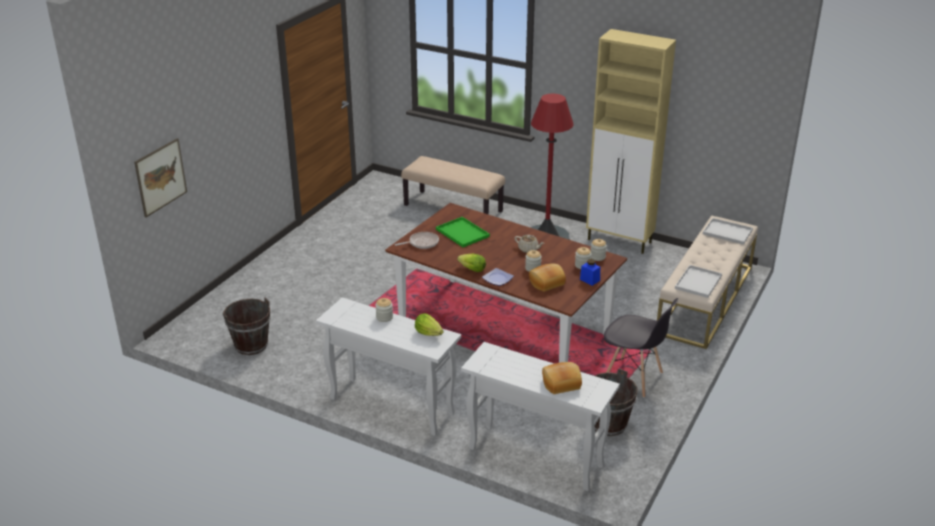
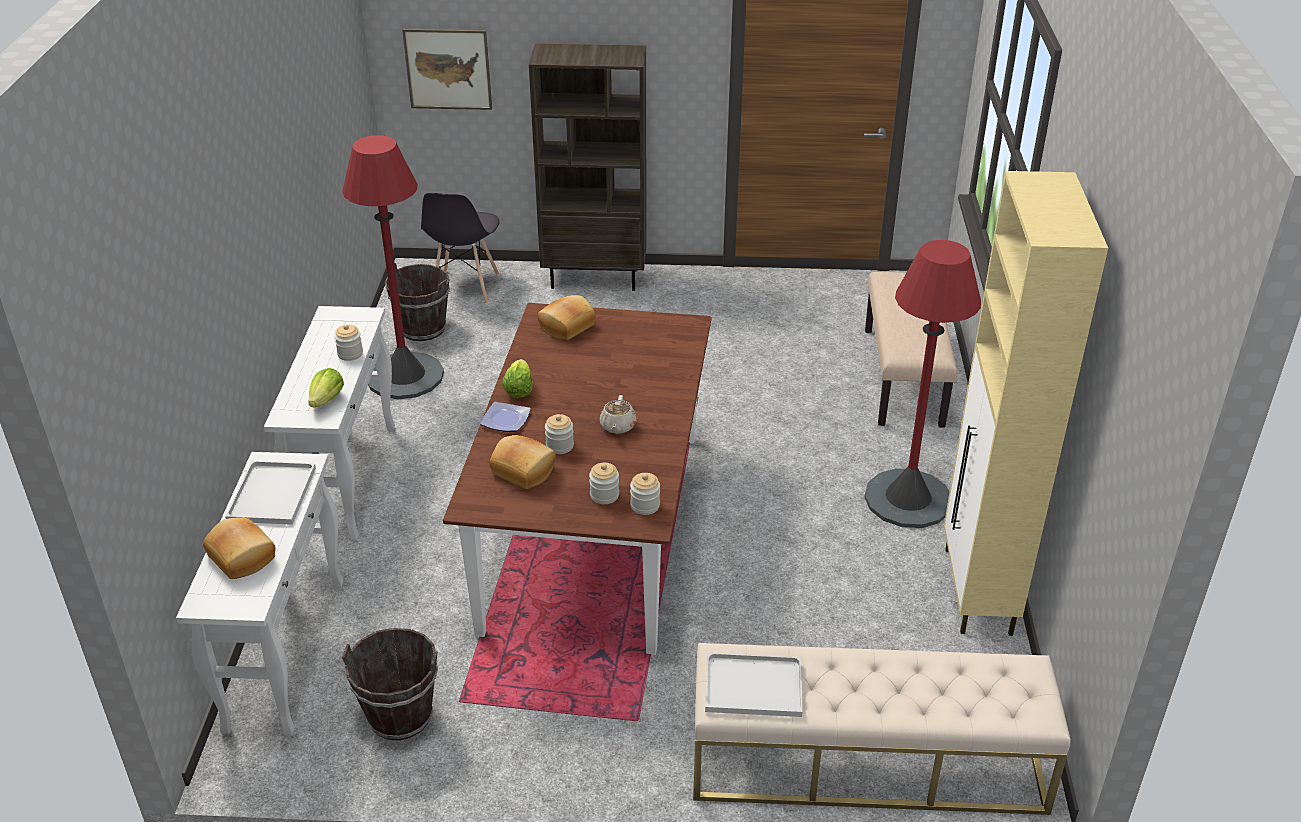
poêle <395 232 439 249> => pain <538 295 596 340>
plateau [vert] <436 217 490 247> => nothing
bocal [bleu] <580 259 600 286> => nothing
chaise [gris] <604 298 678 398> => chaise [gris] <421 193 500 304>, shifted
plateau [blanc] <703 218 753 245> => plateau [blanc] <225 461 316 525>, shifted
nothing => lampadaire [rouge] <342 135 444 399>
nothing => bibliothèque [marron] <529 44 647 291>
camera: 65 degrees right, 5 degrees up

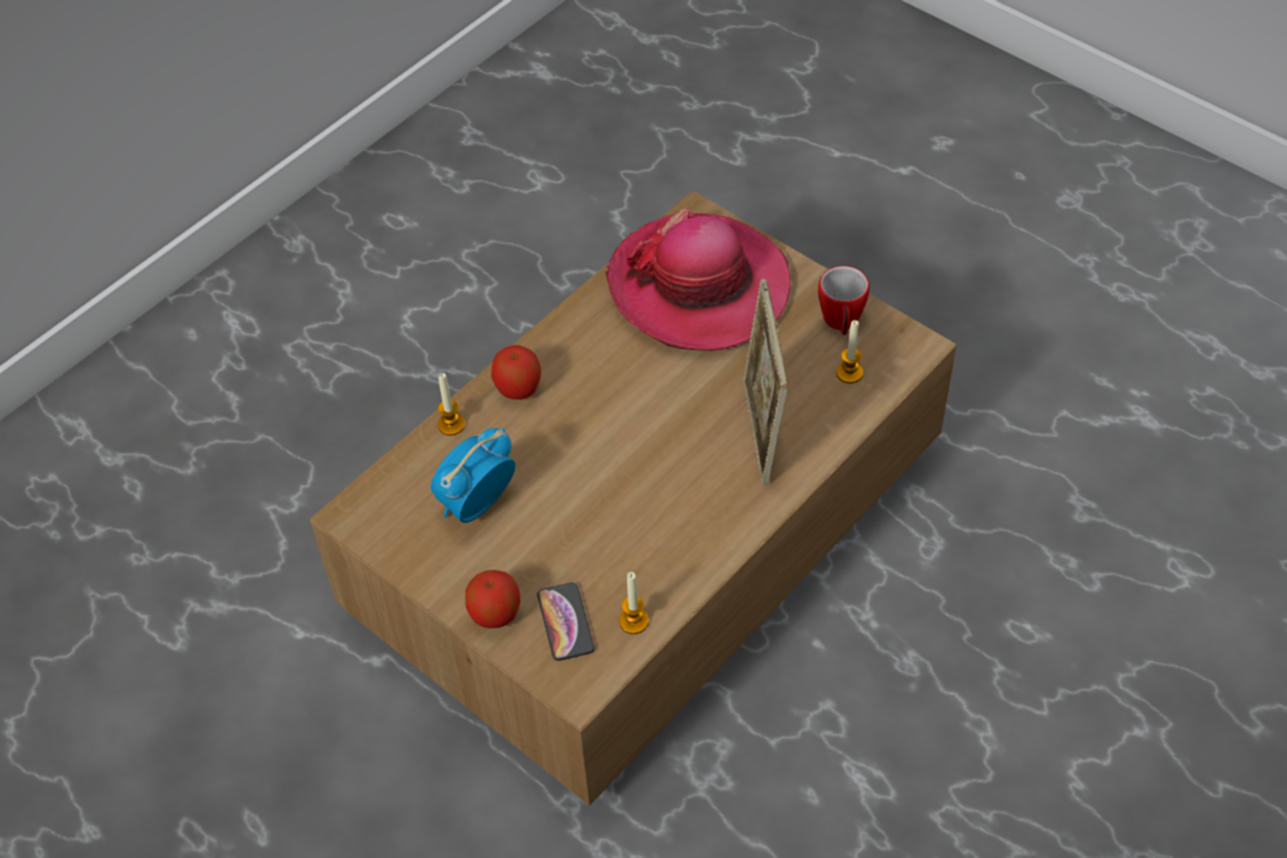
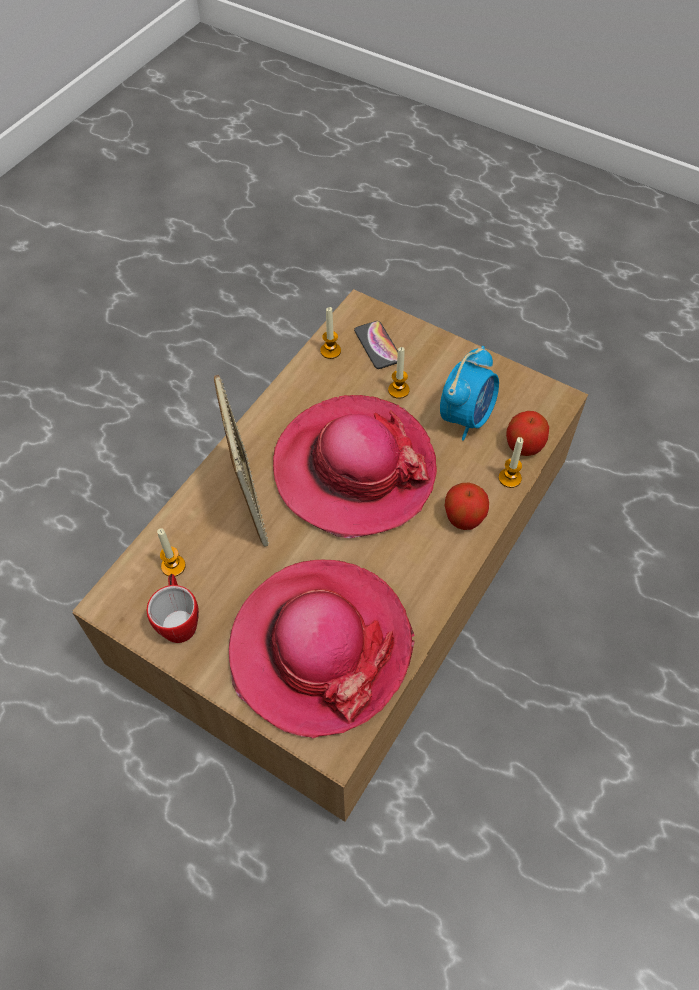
pomme <465 570 521 628> => pomme <506 411 549 456>, shifted
nothing => chapeau <273 395 437 538>
nothing => bougie <388 347 410 399>
camera: 170 degrees right, 5 degrees up

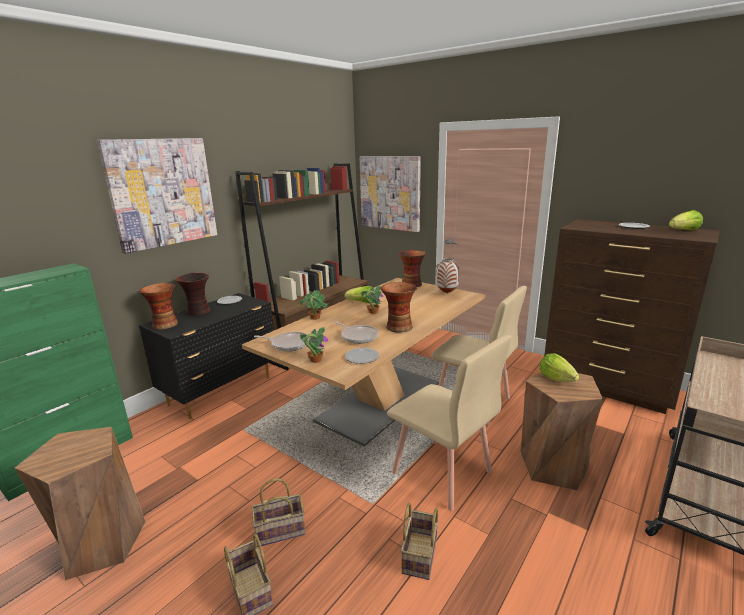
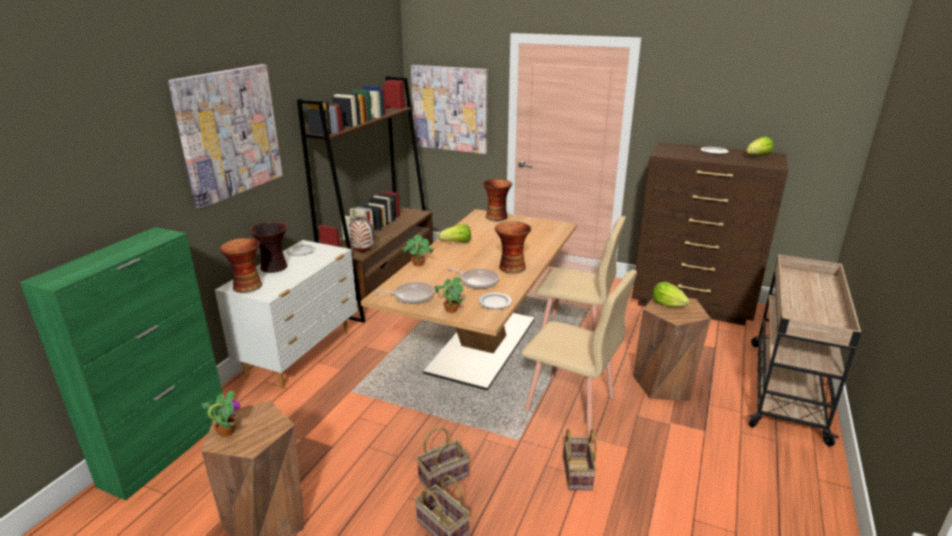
commode [noir] <139 293 274 419> => commode [blanc] <215 240 357 389>
plante en pot <361 286 383 314> => plante en pot <202 391 240 437>, shifted
vase <436 258 459 293> => vase <349 216 374 253>, shifted
camera: 15 degrees left, 5 degrees up

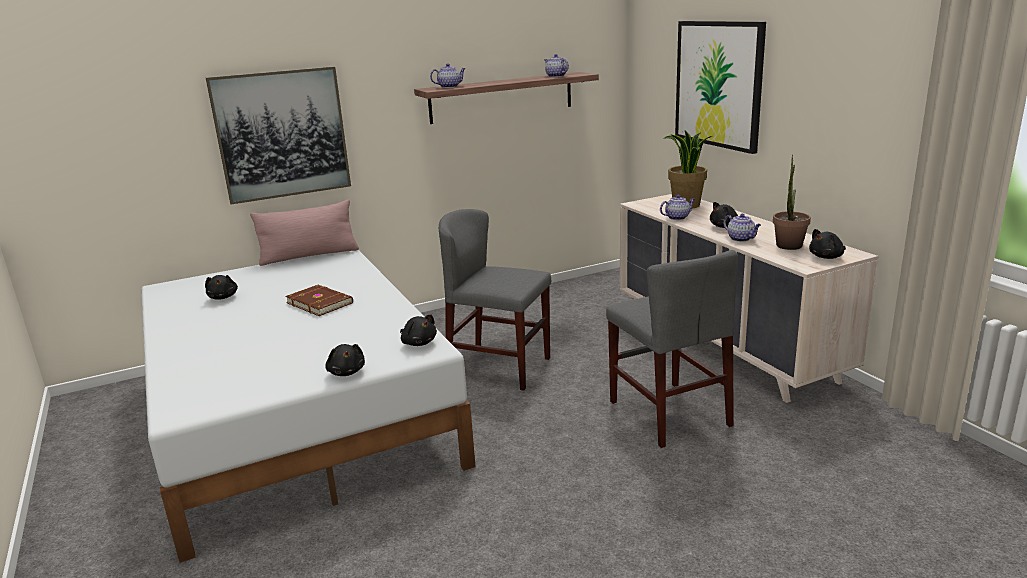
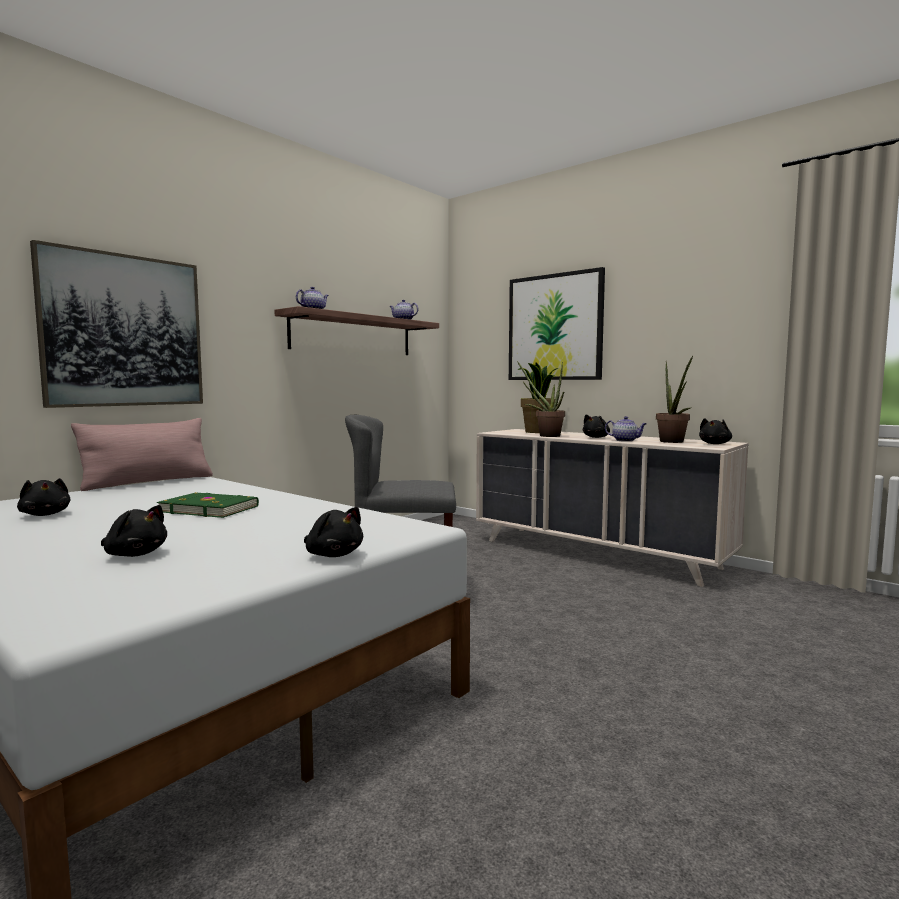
livre [marron] <285 285 353 316> => livre [vert] <157 492 259 518>
peluche [noir] <400 314 437 346> => peluche [noir] <101 505 167 557>, shifted
chaise [gris] <606 250 738 448> => nothing
théière <660 195 695 220> => plante en pot <517 361 565 437>
camera: 25 degrees left, 15 degrees down

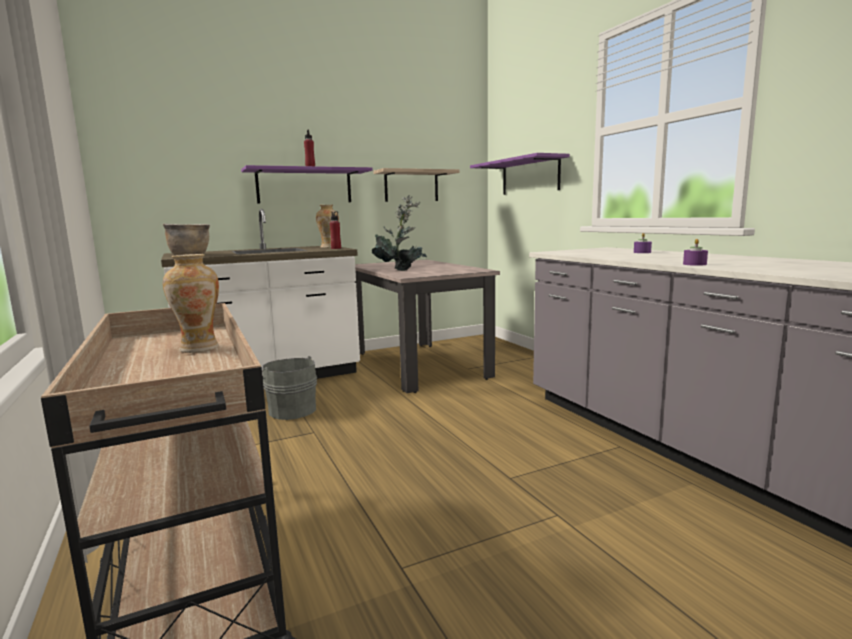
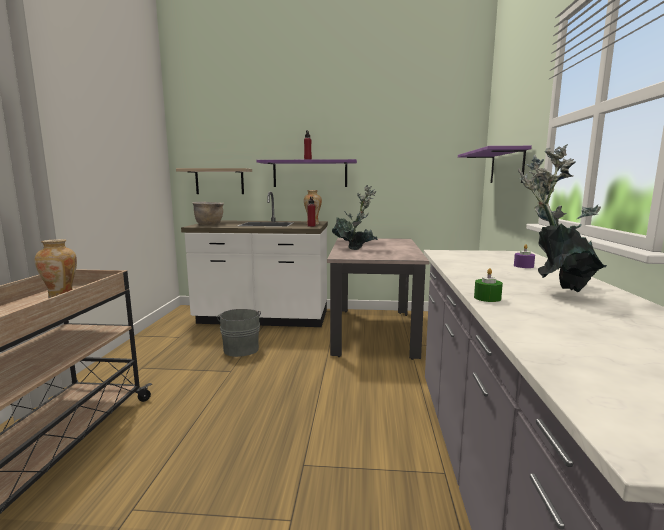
étagère <374 168 459 202> => étagère <176 168 252 194>, shifted
bougie [violet] <683 239 708 266> => bougie [vert] <474 268 503 302>
nothing => plante en pot <518 144 607 292>
camera: 30 degrees right, 0 degrees up

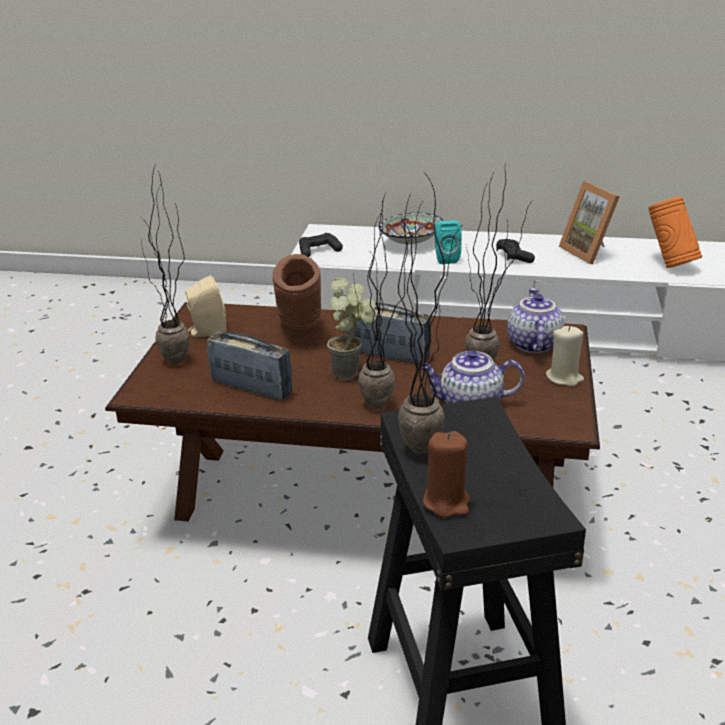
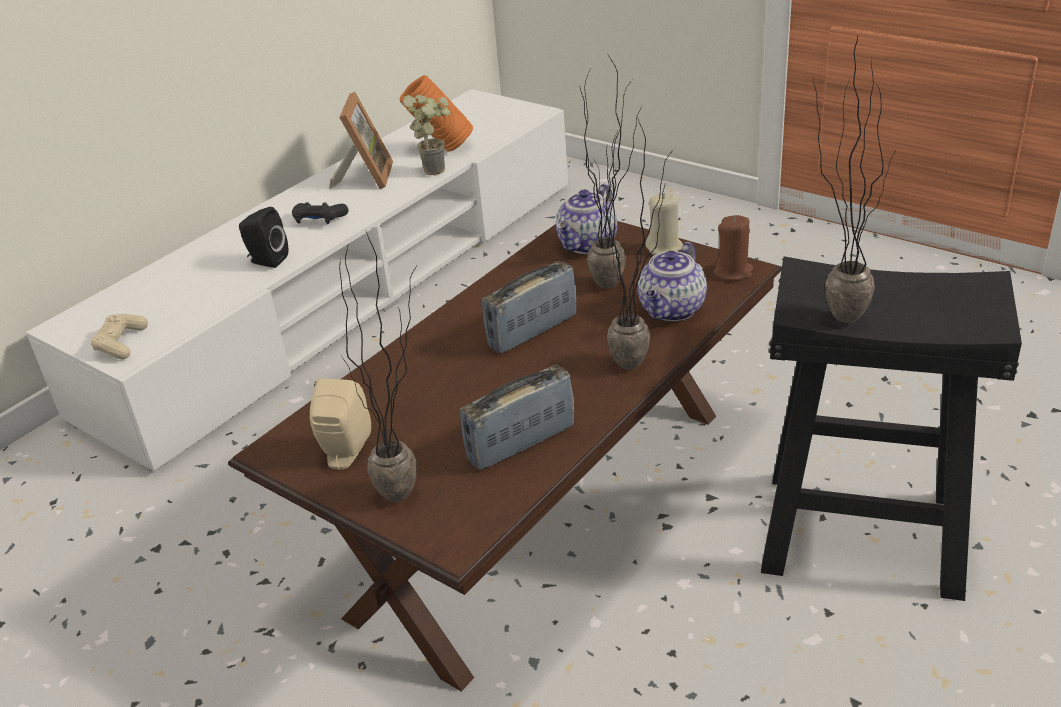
vase [marron] <273 254 321 330> => nothing
manette [noir] <299 233 343 257> => manette [beige] <91 314 148 359>
plante en pot <327 277 376 381> => plante en pot <403 95 451 175>, shifted
bol <379 213 443 244> => nothing
bougie [marron] <423 431 470 518> => bougie [marron] <714 215 754 281>, shifted
enceinte [turquoise] <434 221 462 264> => enceinte [noir] <239 207 288 268>
théière <507 288 564 353> => théière <556 184 617 254>, 90 degrees counterclockwise
cadre photo <559 181 620 264> => cadre photo <329 92 393 189>, 90 degrees counterclockwise
camera: 60 degrees left, 5 degrees up

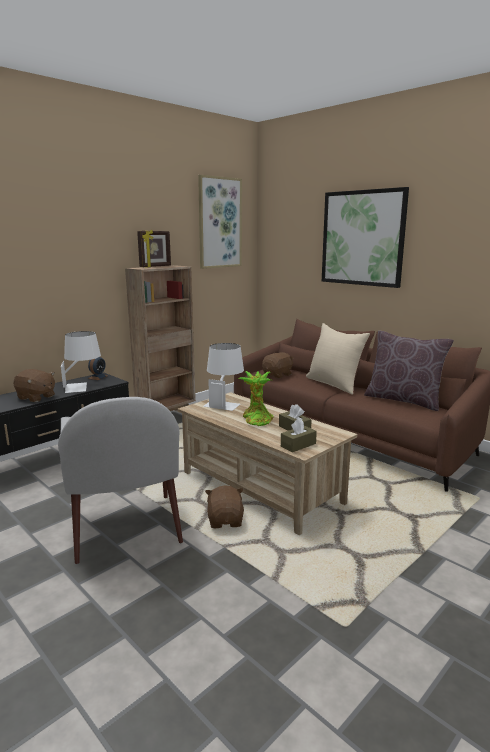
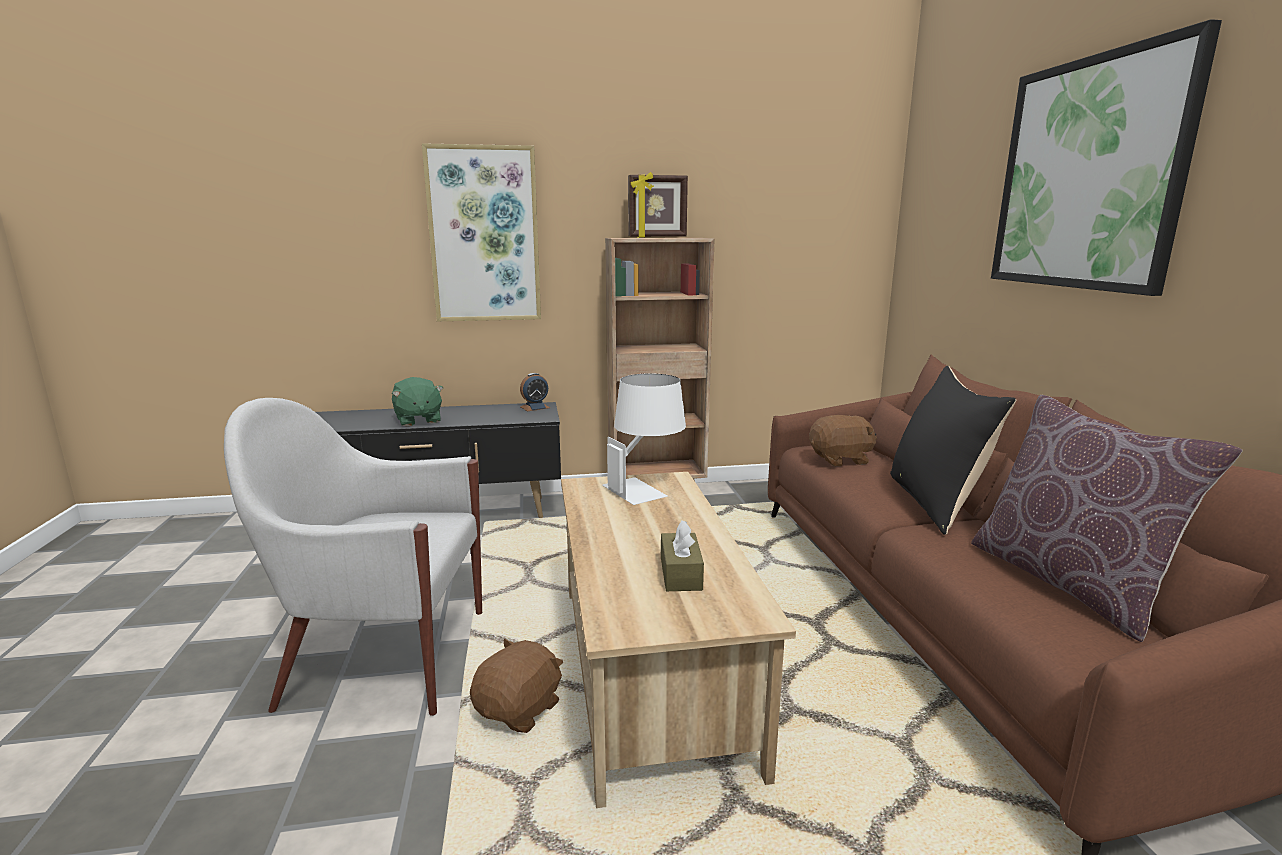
peluche [marron] <13 369 55 402> => peluche [vert] <392 377 443 426>
fauteuil [blanc] <58 397 183 564> => fauteuil [blanc] <224 398 482 716>, 75 degrees clockwise
lampe de table [blanc] <61 331 101 393> => nothing
tableau <198 175 242 269> => tableau <422 143 541 321>, shifted
plante en pot <238 371 274 426> => nothing
boîte à mouchoirs [marron] <281 418 317 452> => nothing
coussin [beige] <306 323 370 395> => coussin [noir] <890 366 1016 535>
camera: 35 degrees right, 0 degrees up

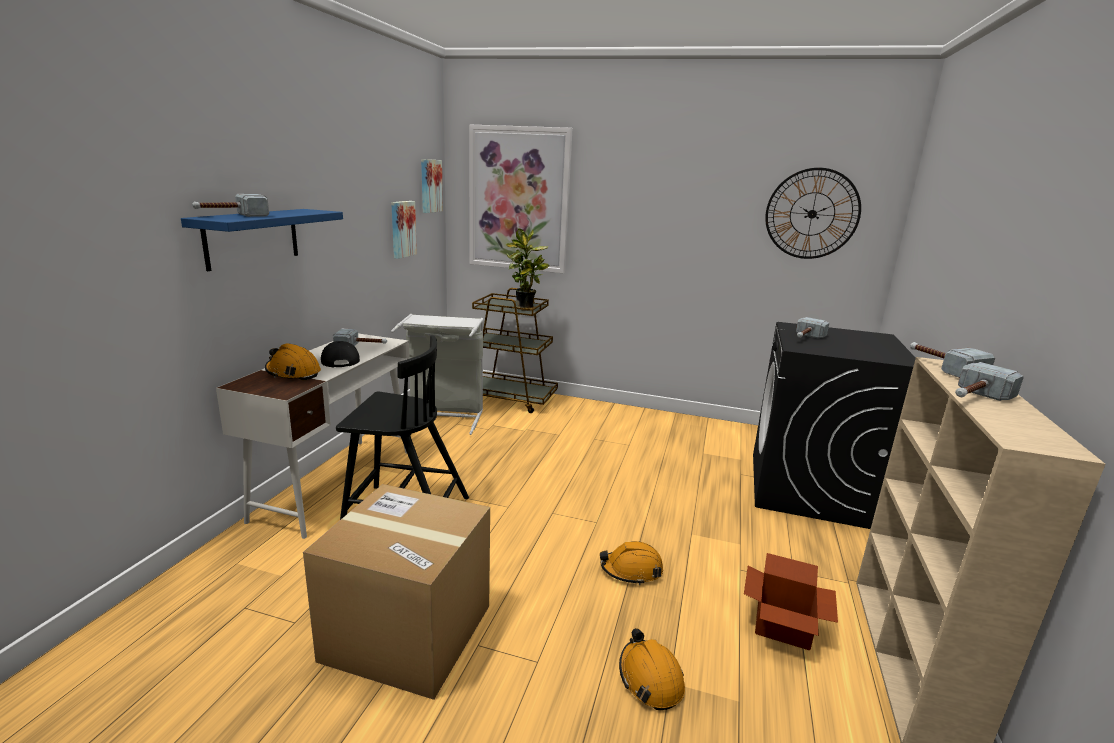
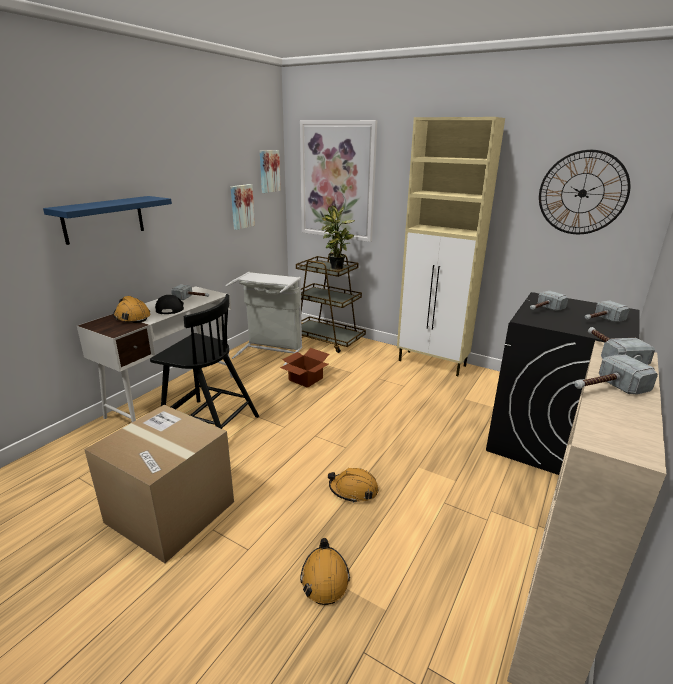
marteau <192 194 269 217> => marteau <585 300 629 322>, shifted
carton <744 553 838 651> => carton <280 348 329 388>, shifted
nothing => meuble de rangement [beige] <397 117 505 376>
camera: 15 degrees right, 5 degrees up

